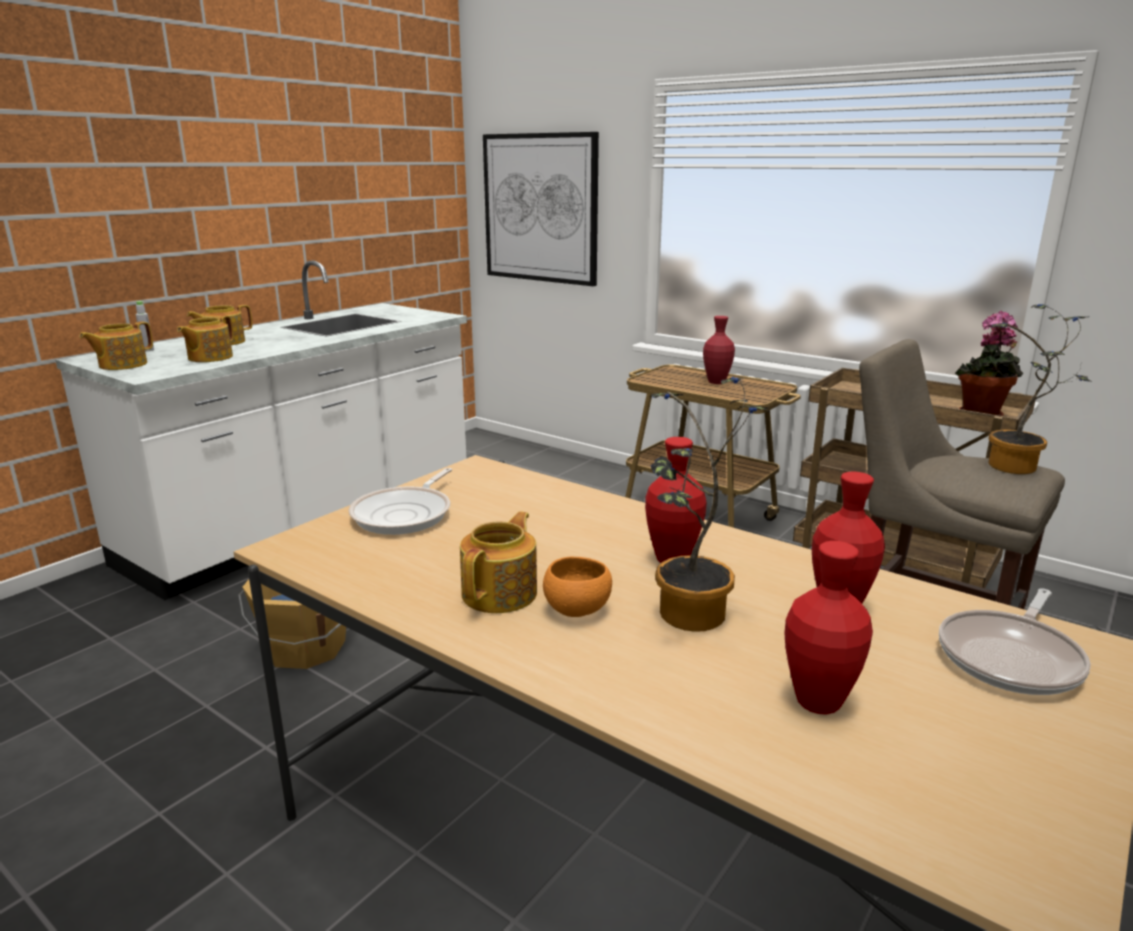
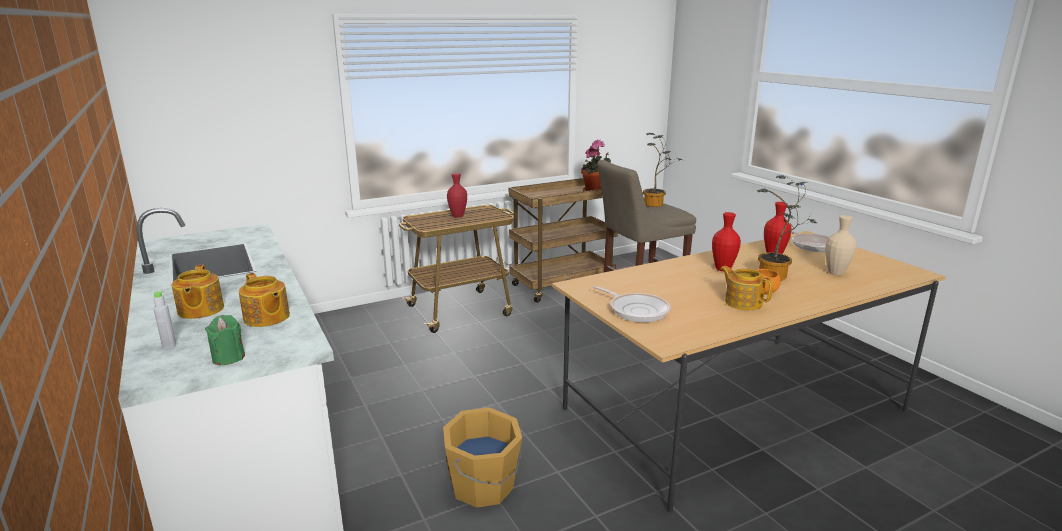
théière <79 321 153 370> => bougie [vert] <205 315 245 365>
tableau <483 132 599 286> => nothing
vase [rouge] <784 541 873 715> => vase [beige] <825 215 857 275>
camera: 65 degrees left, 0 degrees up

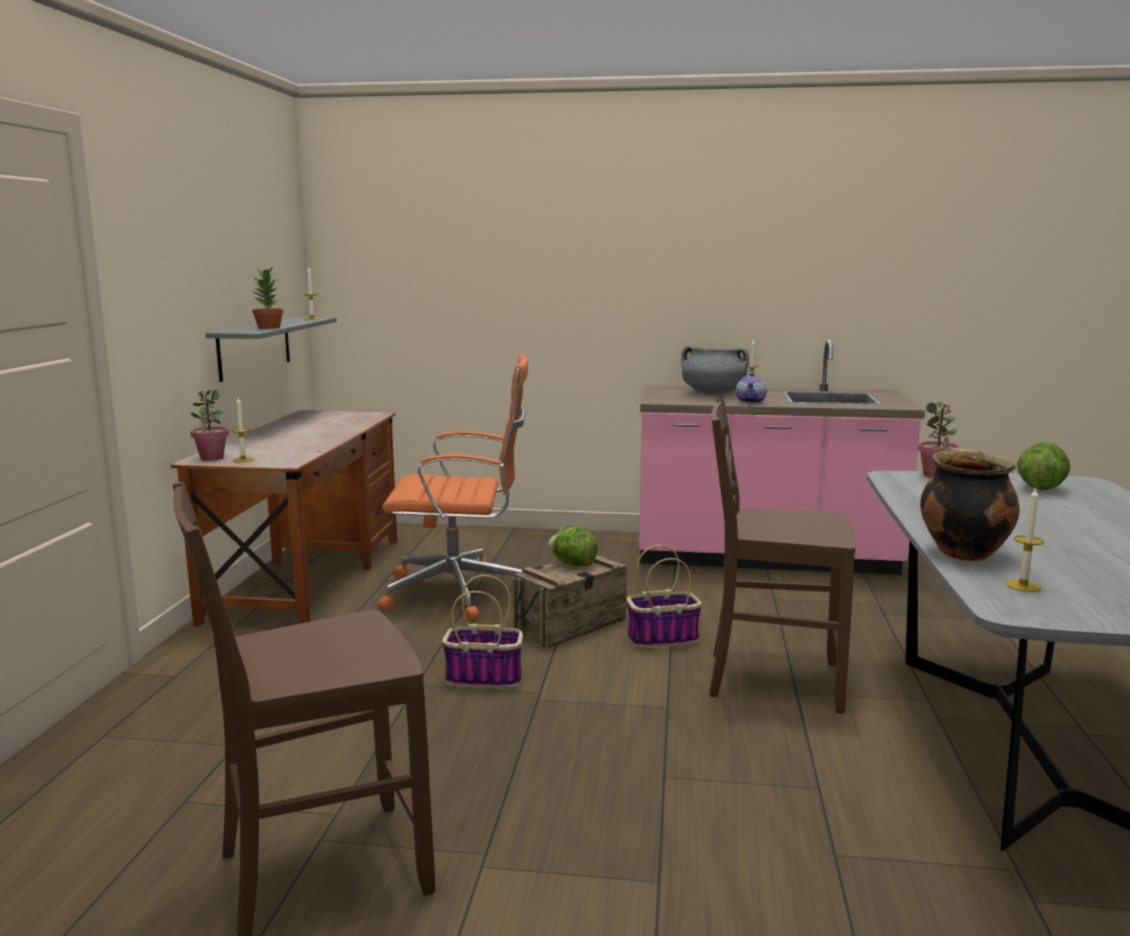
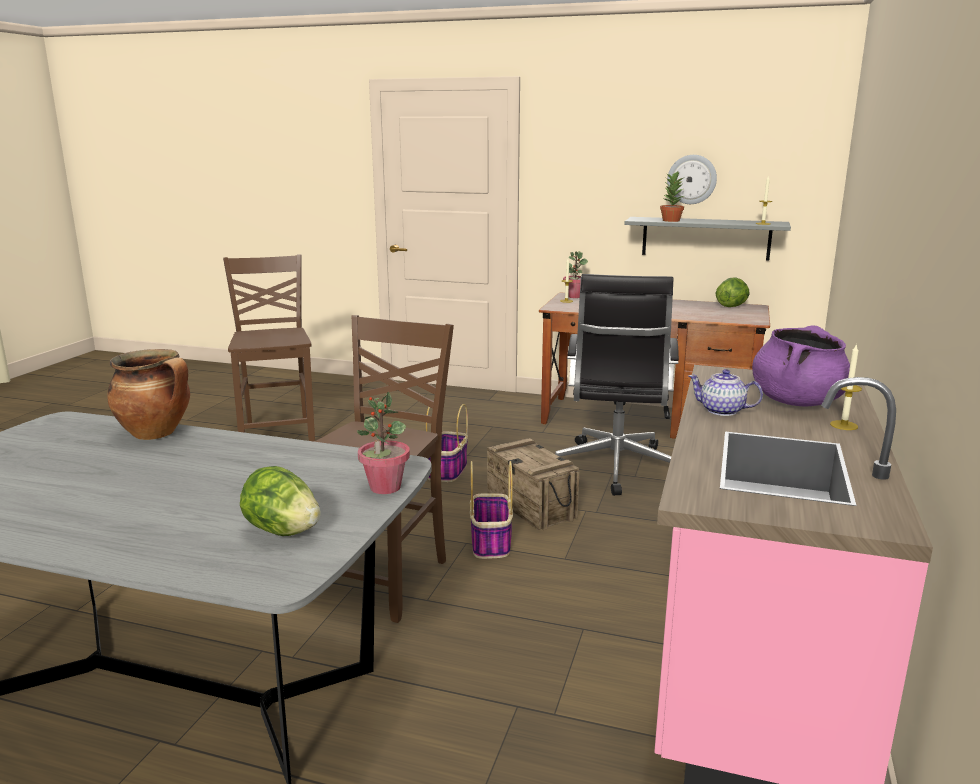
chaise de bureau [orange] <378 354 528 621> => chaise de bureau [noir] <555 274 679 496>
laitue <548 525 598 566> => laitue <716 277 750 307>, shifted
marmite [gris] <681 346 749 394> => marmite [violet] <752 326 850 407>
bougie <1006 487 1044 592> => nothing
nothing => horloge murale <667 155 717 204>
camera: 100 degrees right, 5 degrees up

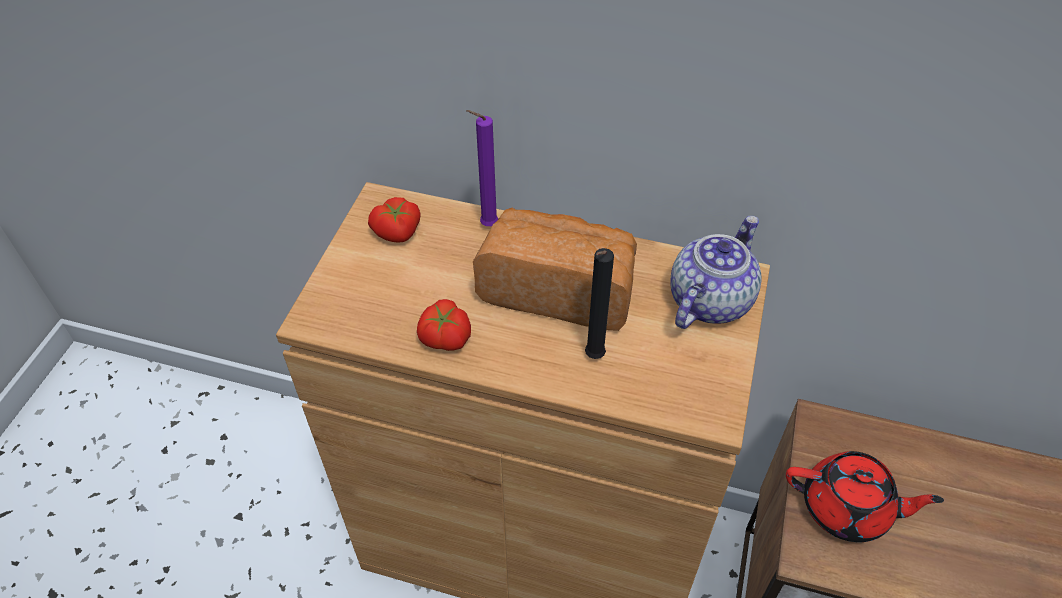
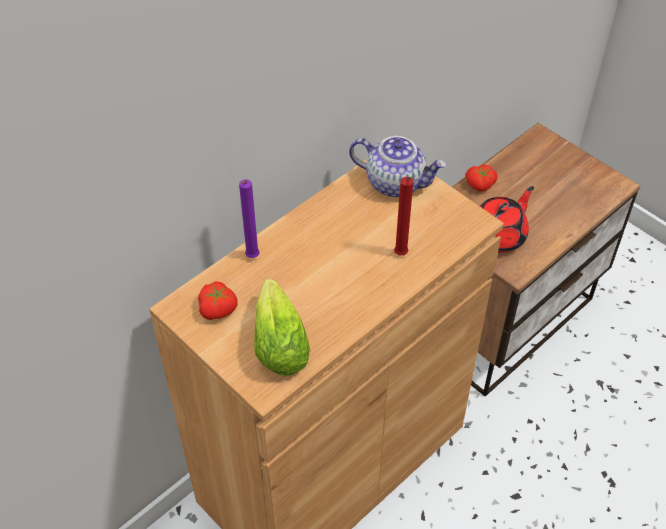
tomate <417 299 471 351> => tomate <465 165 497 192>, shifted
pain <473 208 637 331> => nothing
bougie [noir] <585 248 614 359> => bougie [rouge] <394 177 415 256>
théière <670 216 762 329> => théière <349 136 446 197>, 135 degrees clockwise
nothing => laitue <254 279 310 376>
camera: 60 degrees left, 0 degrees up

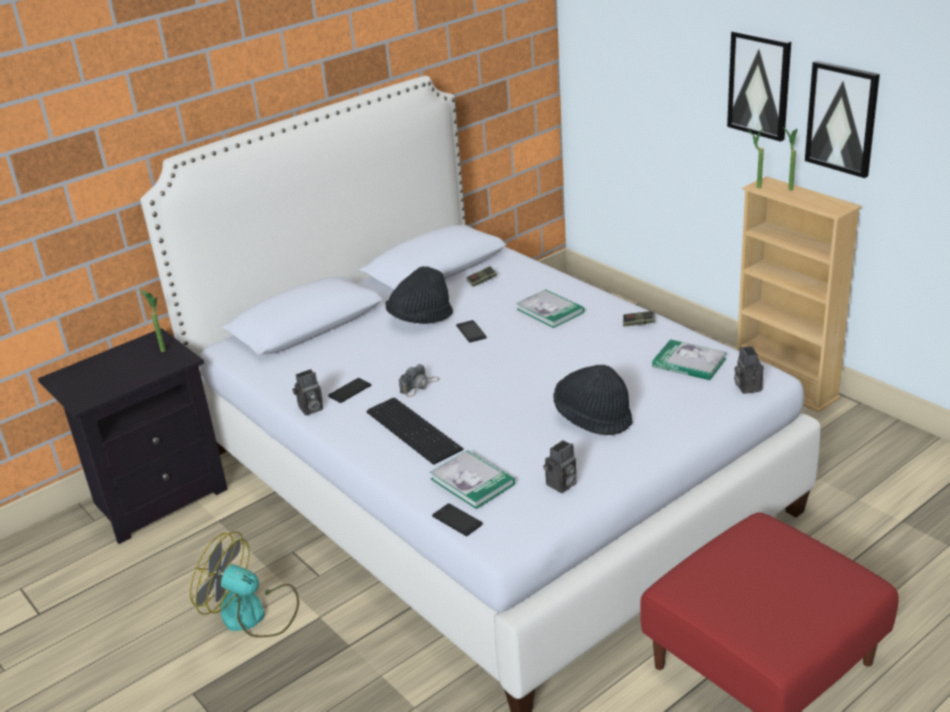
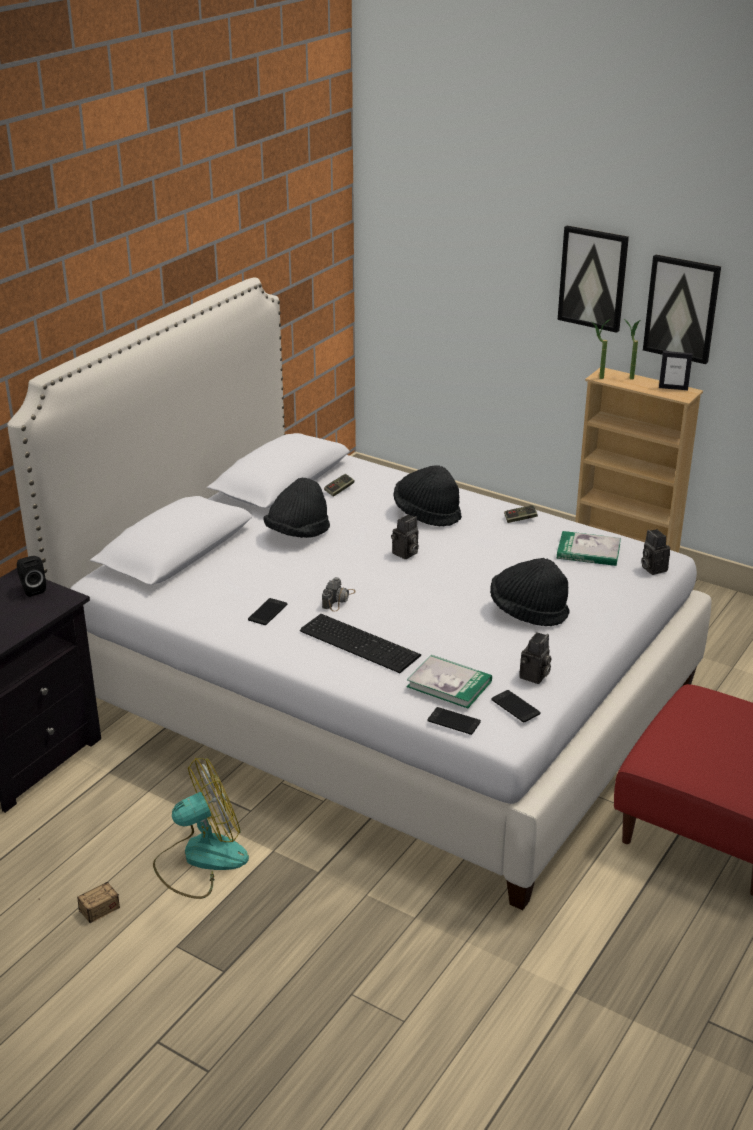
plante en pot <140 289 165 352> => enceinte [noir] <17 556 46 597>
ventilateur <190 532 299 638> => ventilateur <153 758 249 899>, 150 degrees clockwise
appareil photo <292 369 323 415> => appareil photo <391 514 419 559>, shifted
téléphone <456 320 487 342> => téléphone <491 690 540 723>, shifted
livre <516 289 584 328> => chapeau [noir] <393 465 462 527>
nothing => boîte de rangement <39 882 120 923>
nothing => cadre photo <659 351 693 390>
camera: 20 degrees left, 0 degrees up

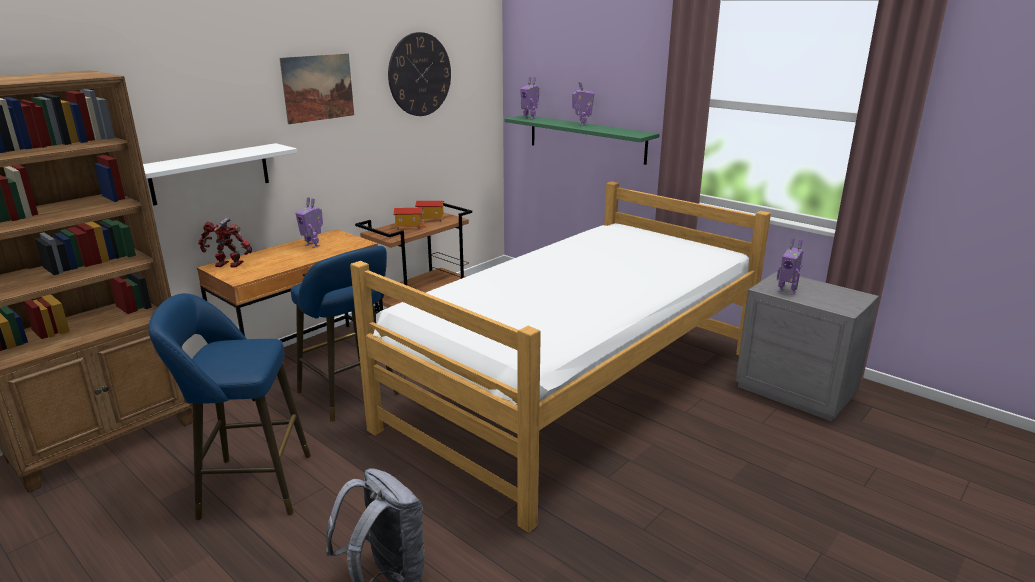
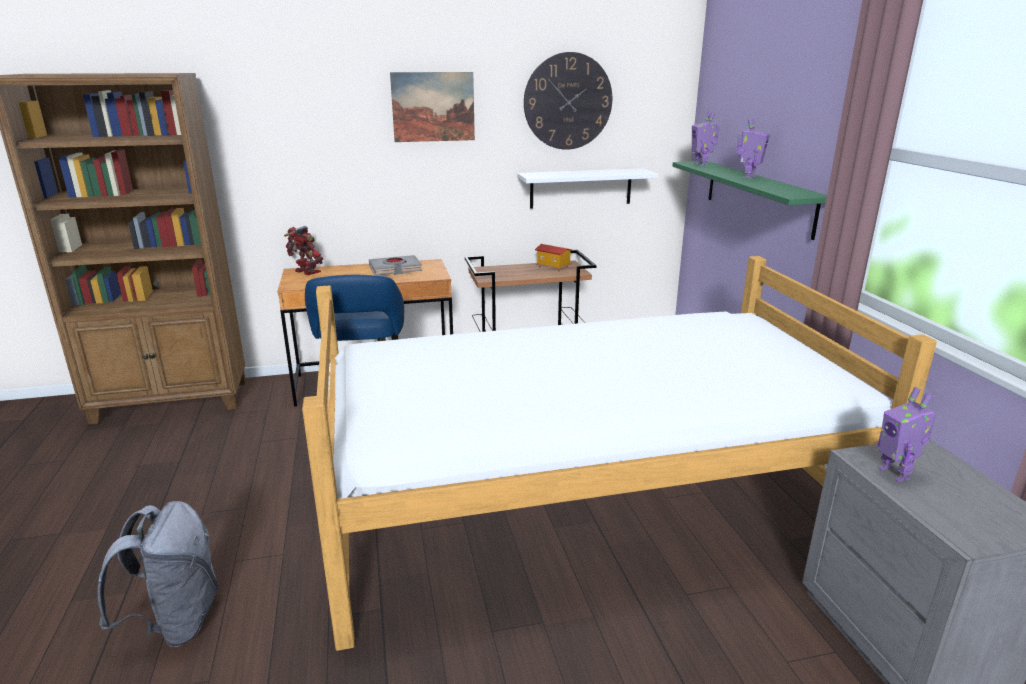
étagère [blanc] <143 143 298 205> => étagère [blanc] <517 168 659 209>, shifted
tabouret [bleu] <148 293 311 520> => nothing
robot jouet <296 197 323 248> => livre [gris] <369 255 422 275>
maison miniature <393 208 426 230> => nothing
camera: 35 degrees right, 0 degrees up

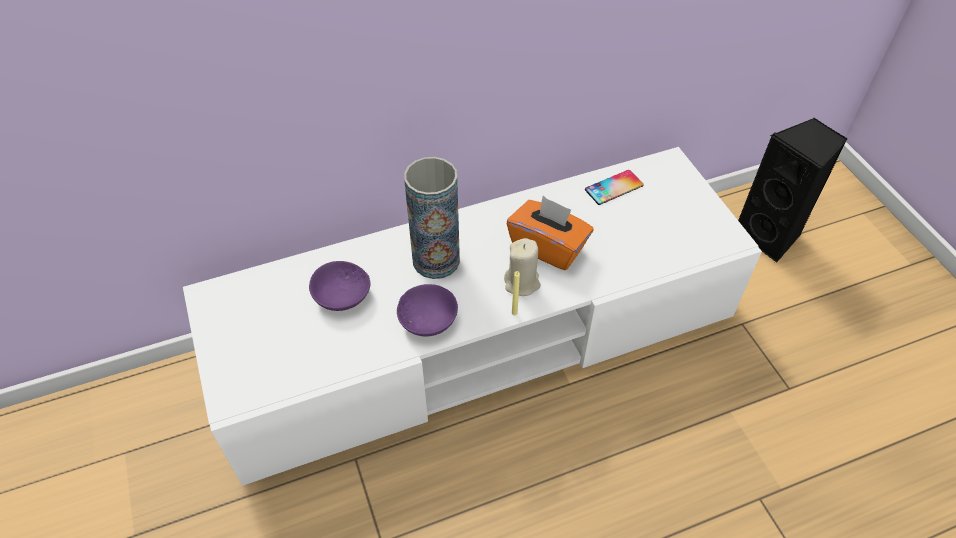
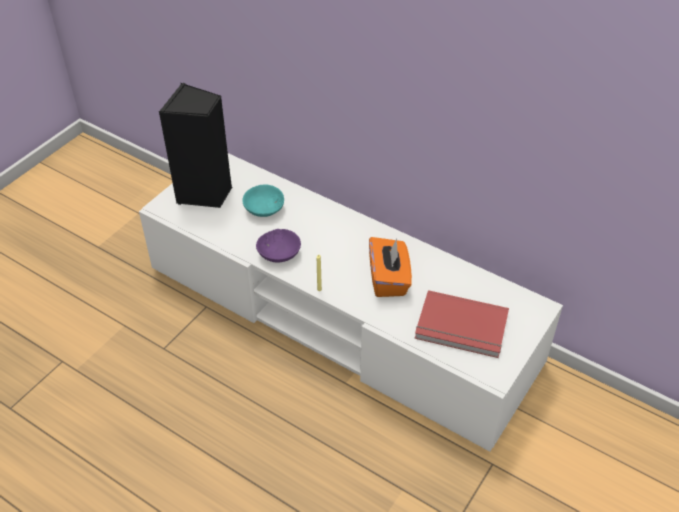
bol [violet] <309 261 371 311> => bol [turquoise] <242 185 284 217>
vase <404 157 460 279> => nothing
bougie [beige] <504 238 541 296> => nothing
téléphone <585 170 643 205> => nothing
enceinte [noir] <738 118 847 263> => enceinte [noir] <159 83 232 208>, shifted
nothing => livre [rouge] <414 290 509 358>
camera: 55 degrees right, 5 degrees down

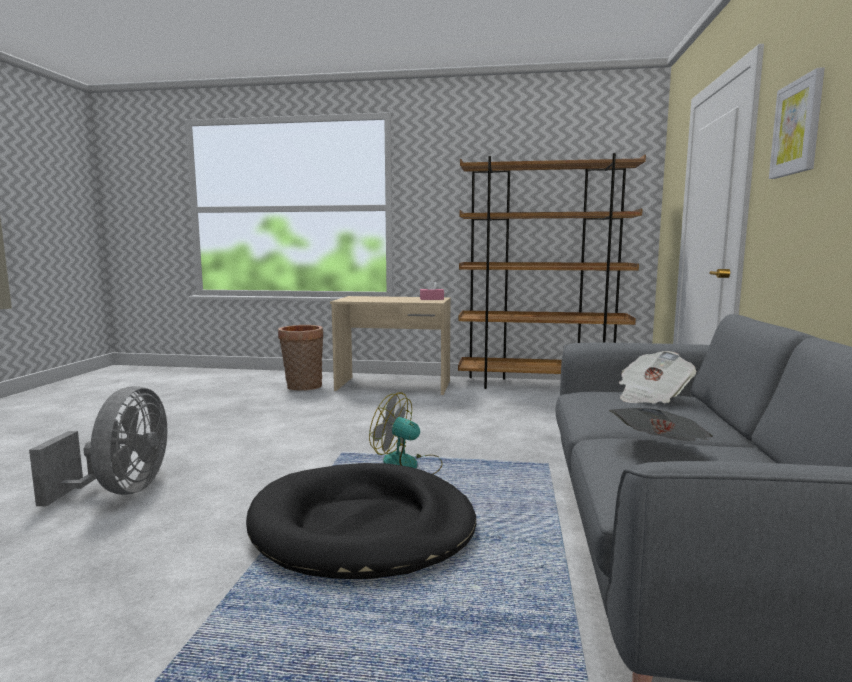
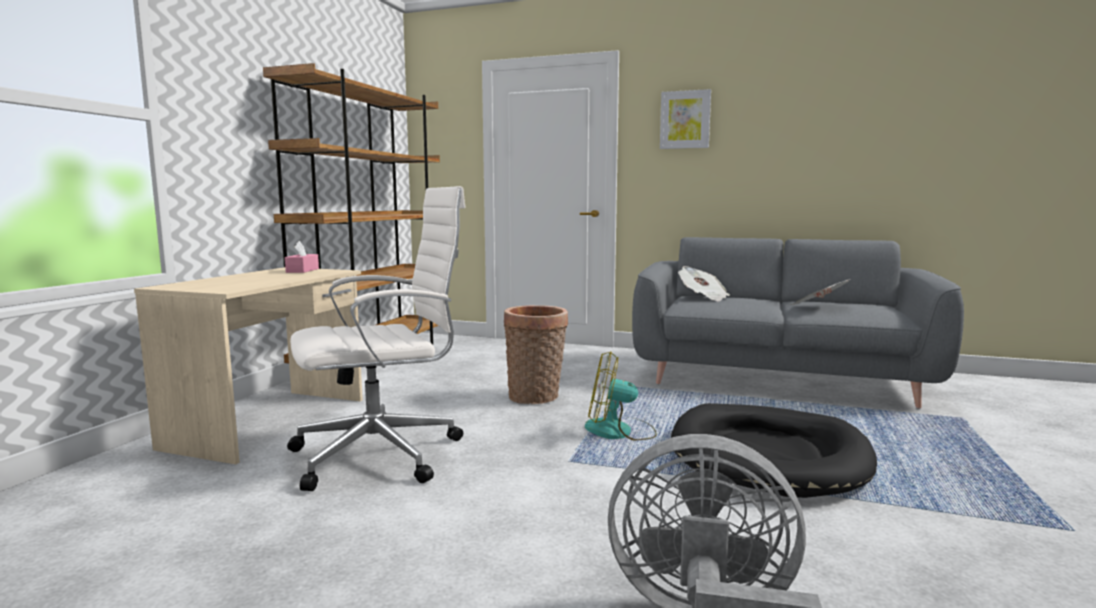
panier <278 325 323 391> => panier <504 305 568 404>, shifted
ventilateur <369 392 442 474> => ventilateur <585 351 657 441>, 60 degrees clockwise
nothing => chaise de bureau [blanc] <287 186 466 491>
camera: 80 degrees left, 0 degrees up

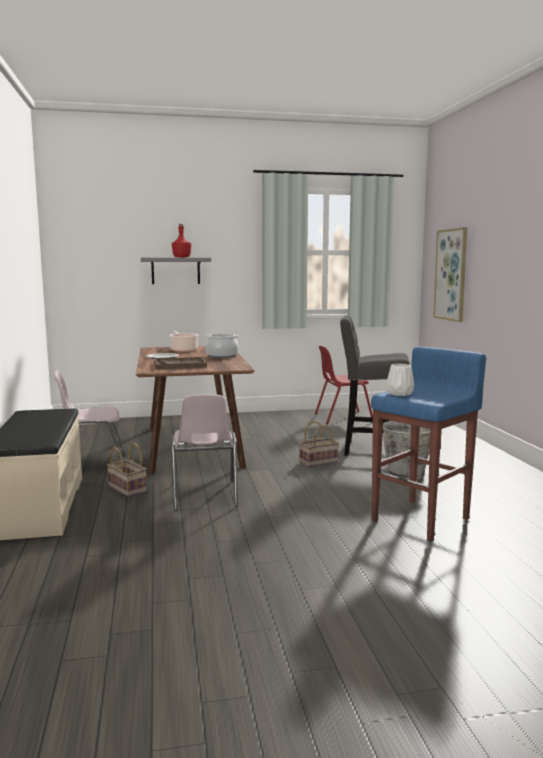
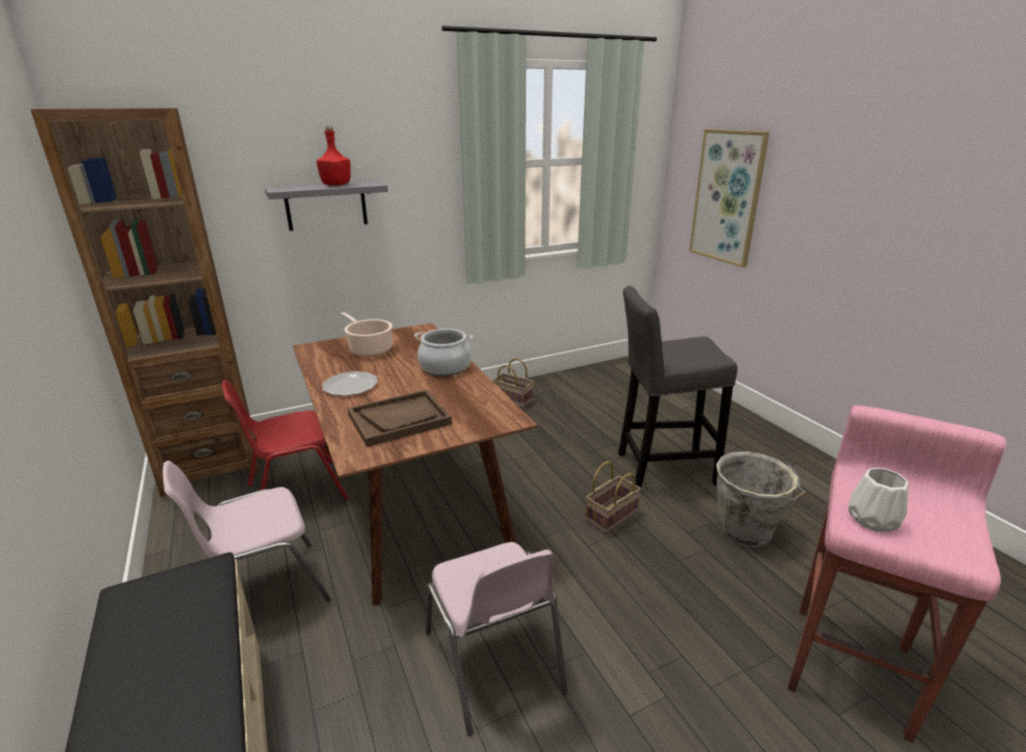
panier <107 442 147 497> => panier <492 358 534 408>, shifted
chaise [rouge] <315 346 373 424> => chaise [rouge] <222 380 348 500>, shifted
tabouret [bleu] <371 347 486 542> => tabouret [rose] <788 405 1006 743>
nothing => bibliothèque [marron] <30 108 260 497>
camera: 15 degrees left, 15 degrees up

